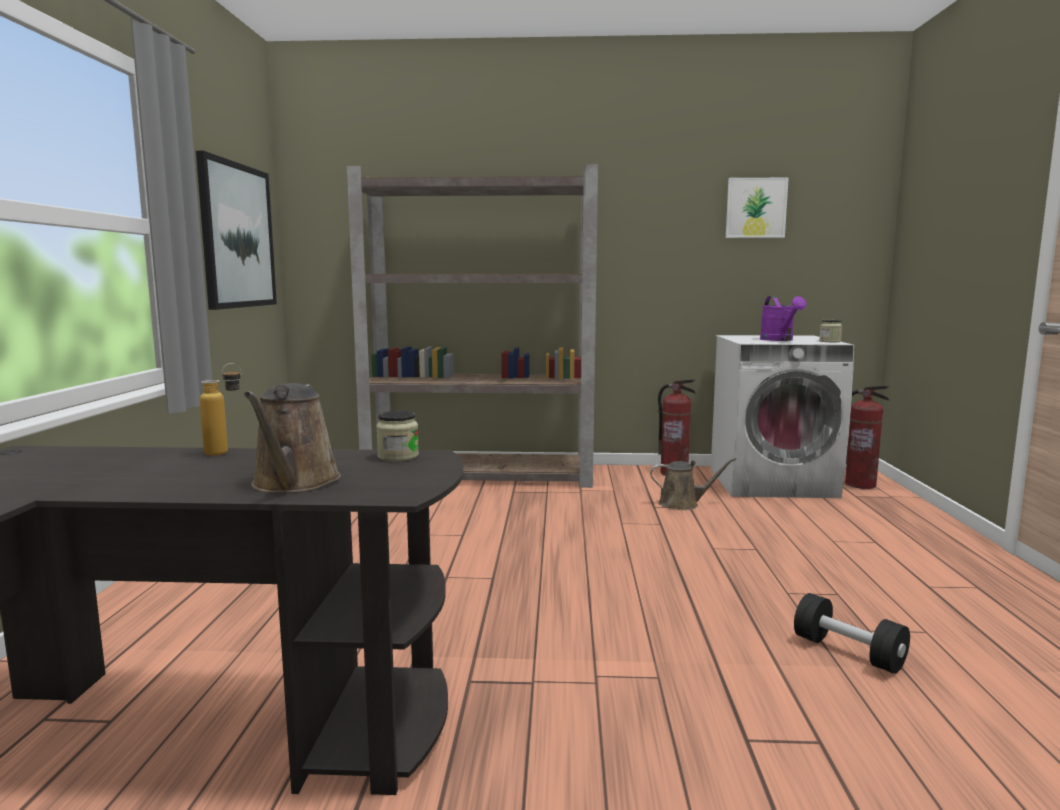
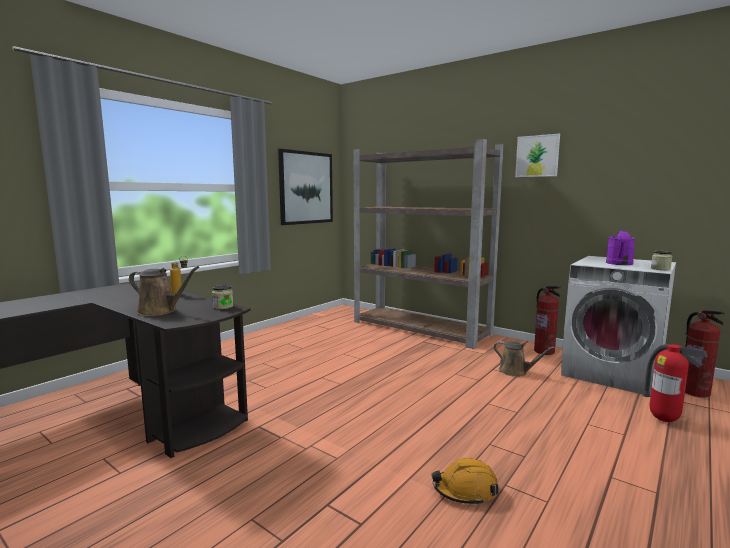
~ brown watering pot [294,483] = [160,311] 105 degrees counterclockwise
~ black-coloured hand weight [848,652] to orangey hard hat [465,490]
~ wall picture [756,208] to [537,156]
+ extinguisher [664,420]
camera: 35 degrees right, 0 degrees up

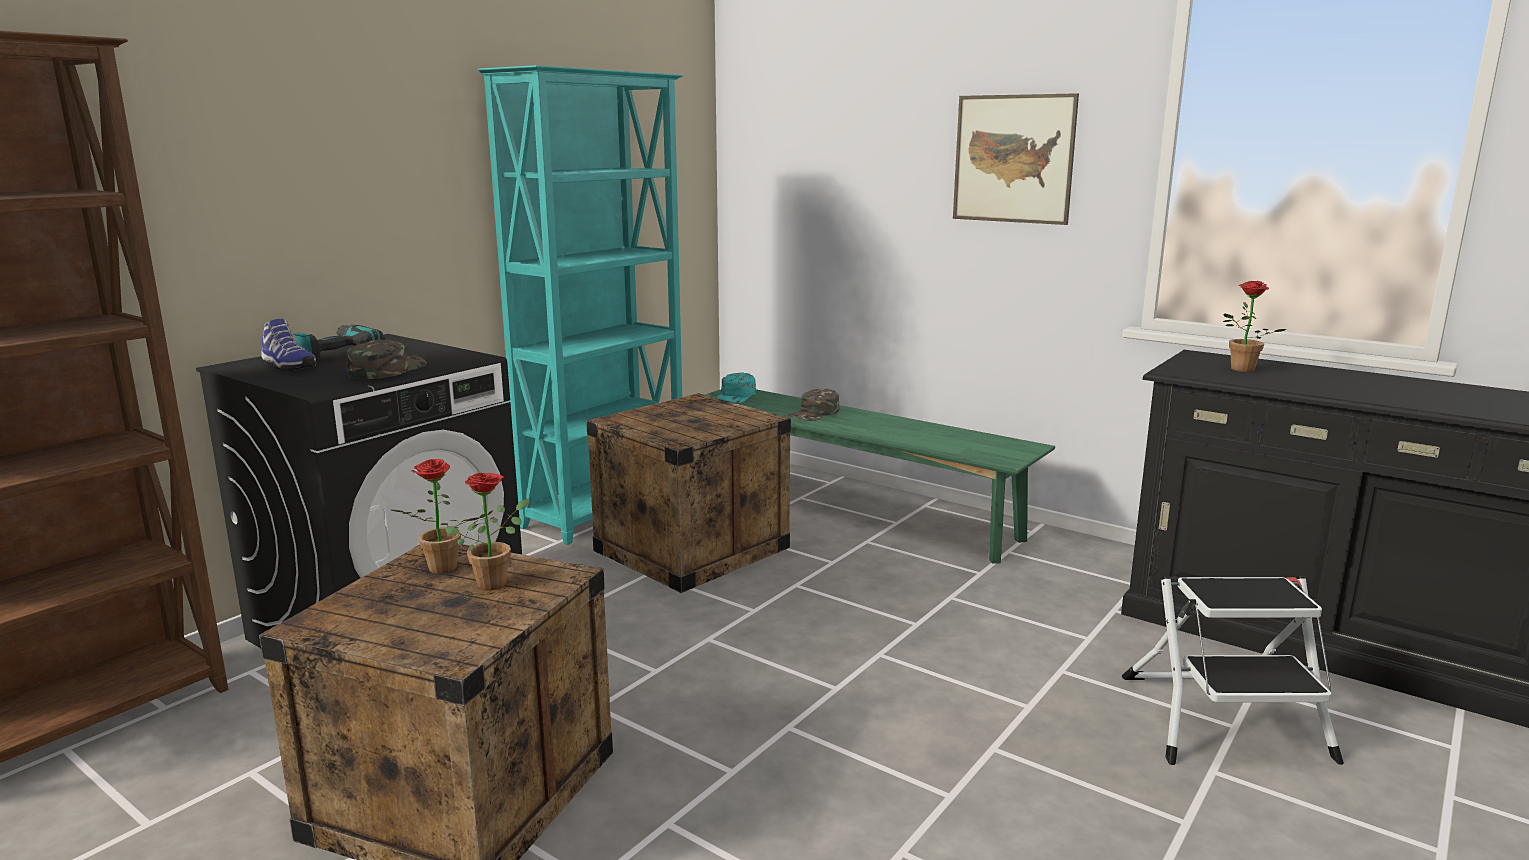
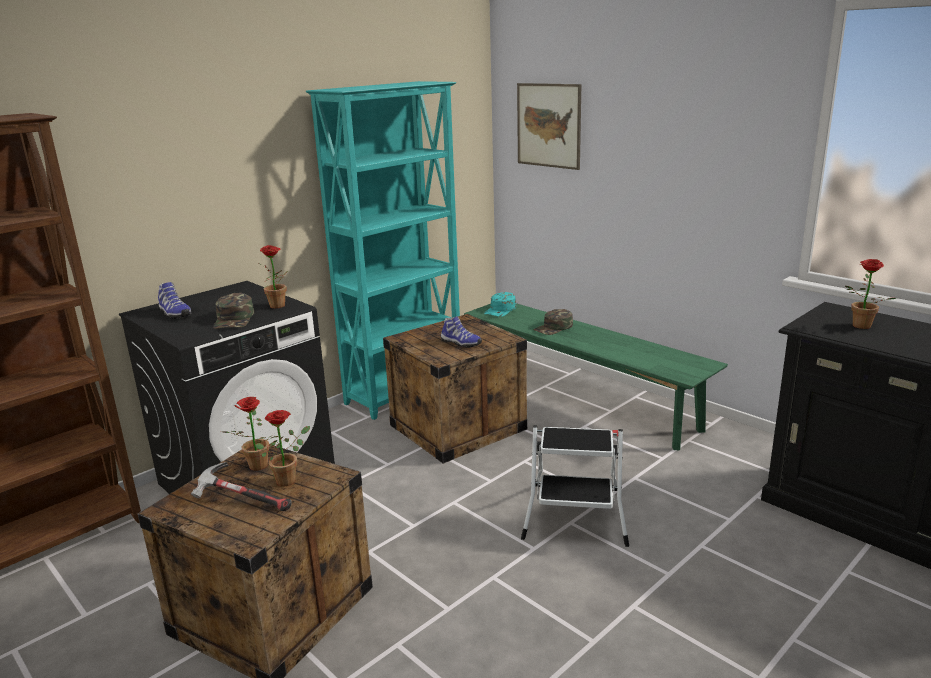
+ tool hammer [242,501]
~ green peaked cap [386,370] = [234,319] 150 degrees clockwise
+ potted plant [279,306]
+ item of footwear [460,343]
~ wall picture [1013,159] to [548,125]
~ step stool [1221,719] to [575,514]
- drill [336,353]
camera: 10 degrees right, 5 degrees up

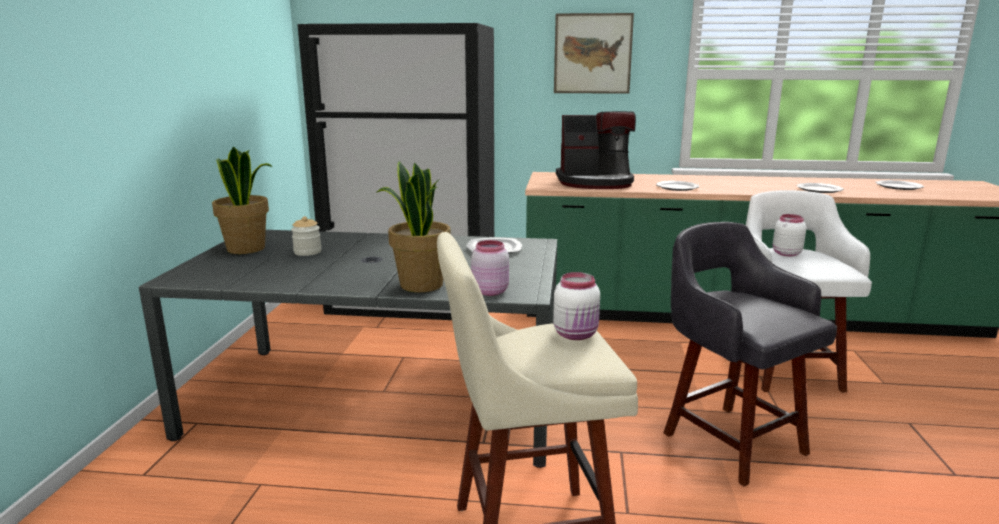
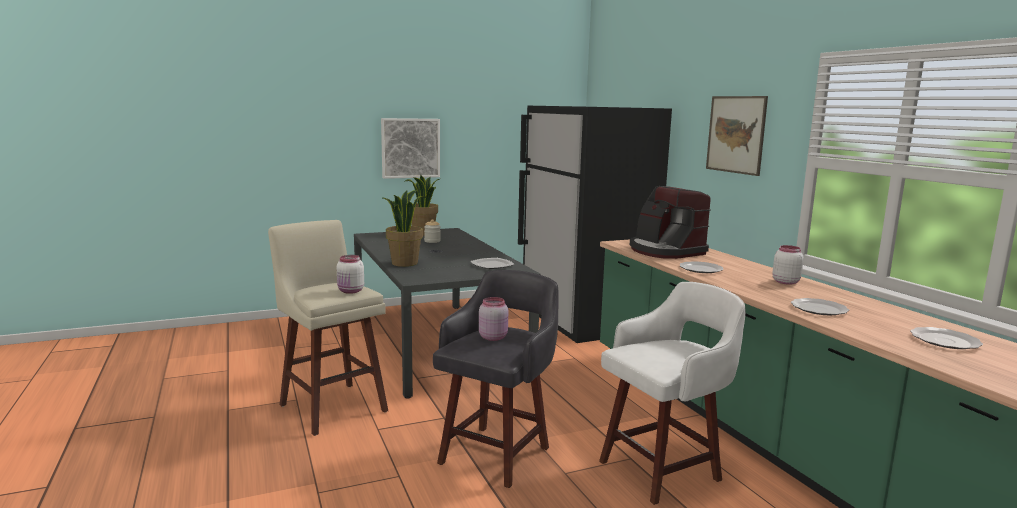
+ wall picture [410,148]
~ pinkish jar [489,291] to [493,337]
~ whitish jar [785,253] to [785,282]
camera: 60 degrees right, 5 degrees down

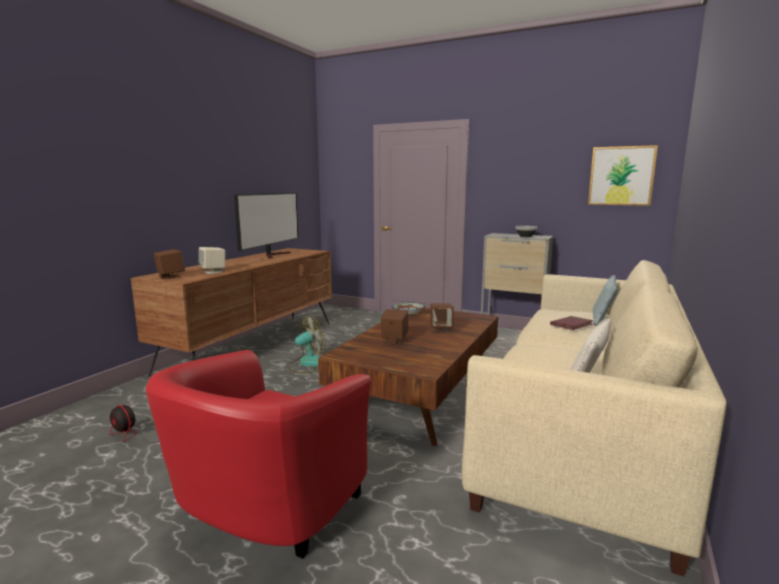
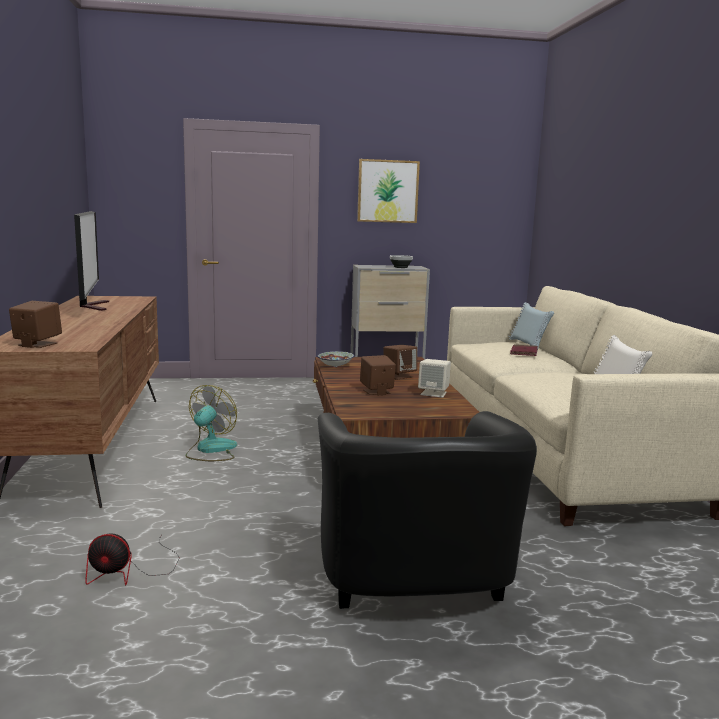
~ red-coloured lounge chair [264,512] to black-coloured lounge chair [414,585]
~ wall picture [621,176] to [387,191]
~ beige audio speaker [213,272] to [434,393]
camera: 35 degrees left, 0 degrees up

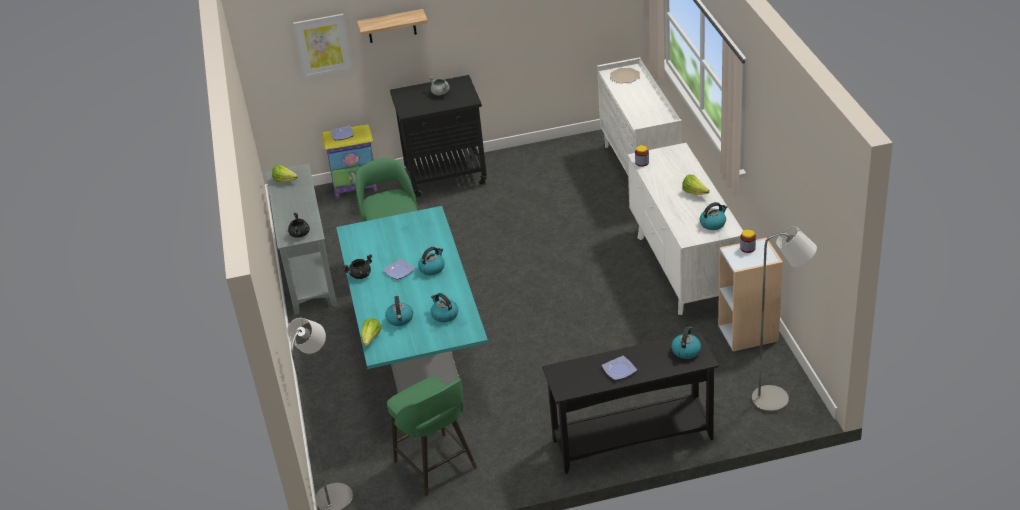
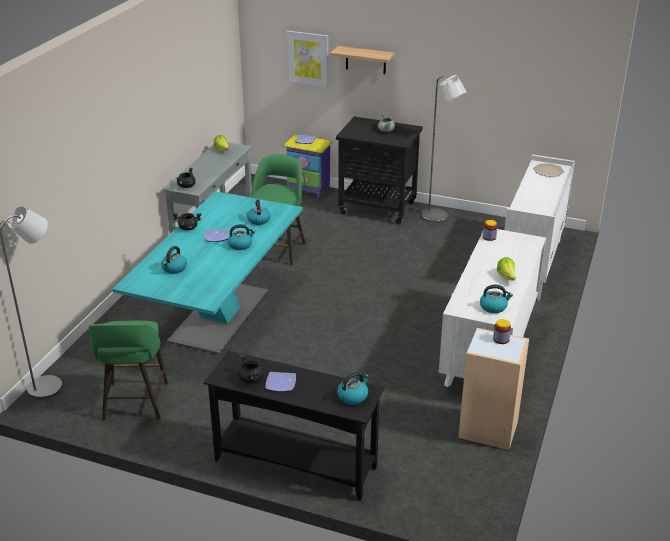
+ black-coloured stockpot [251,379]
~ water kettle [444,315] to [258,220]
~ gray standard lamp [777,400] to [438,218]
- head of lettuce [371,339]
camera: 30 degrees right, 5 degrees down

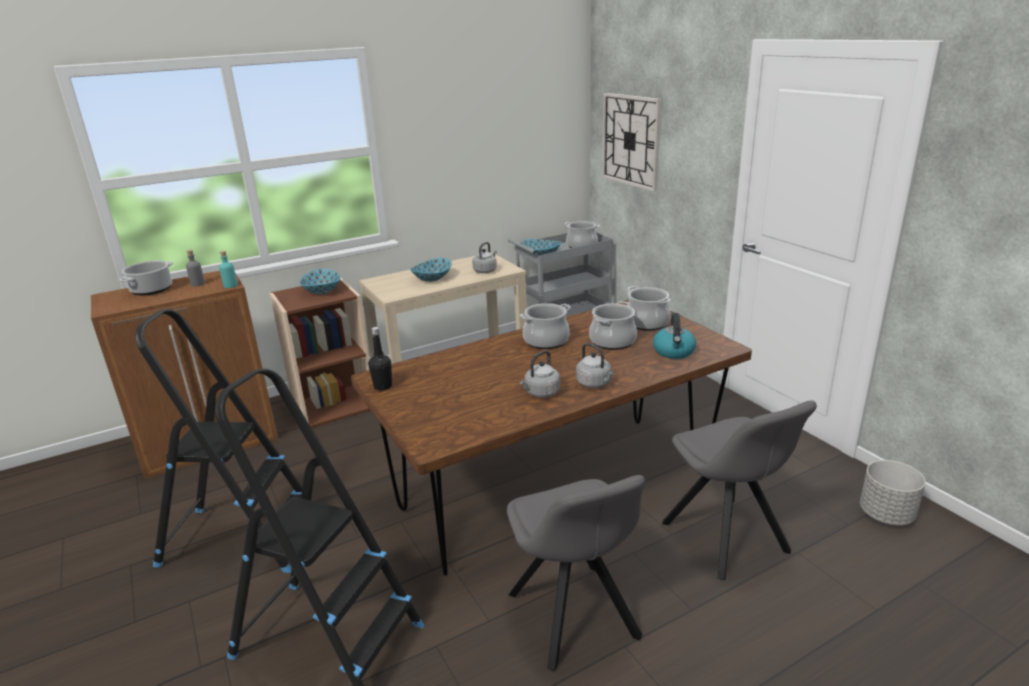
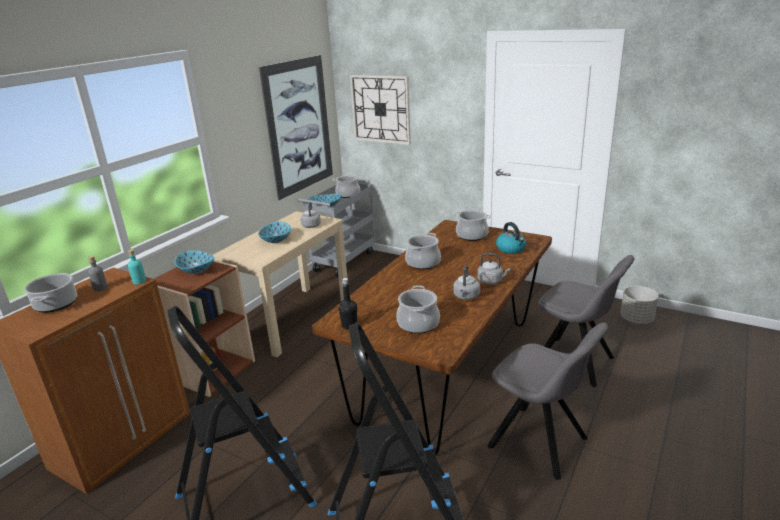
+ wall picture [299,126]
~ stockpot [612,341] to [418,324]
camera: 30 degrees left, 0 degrees up

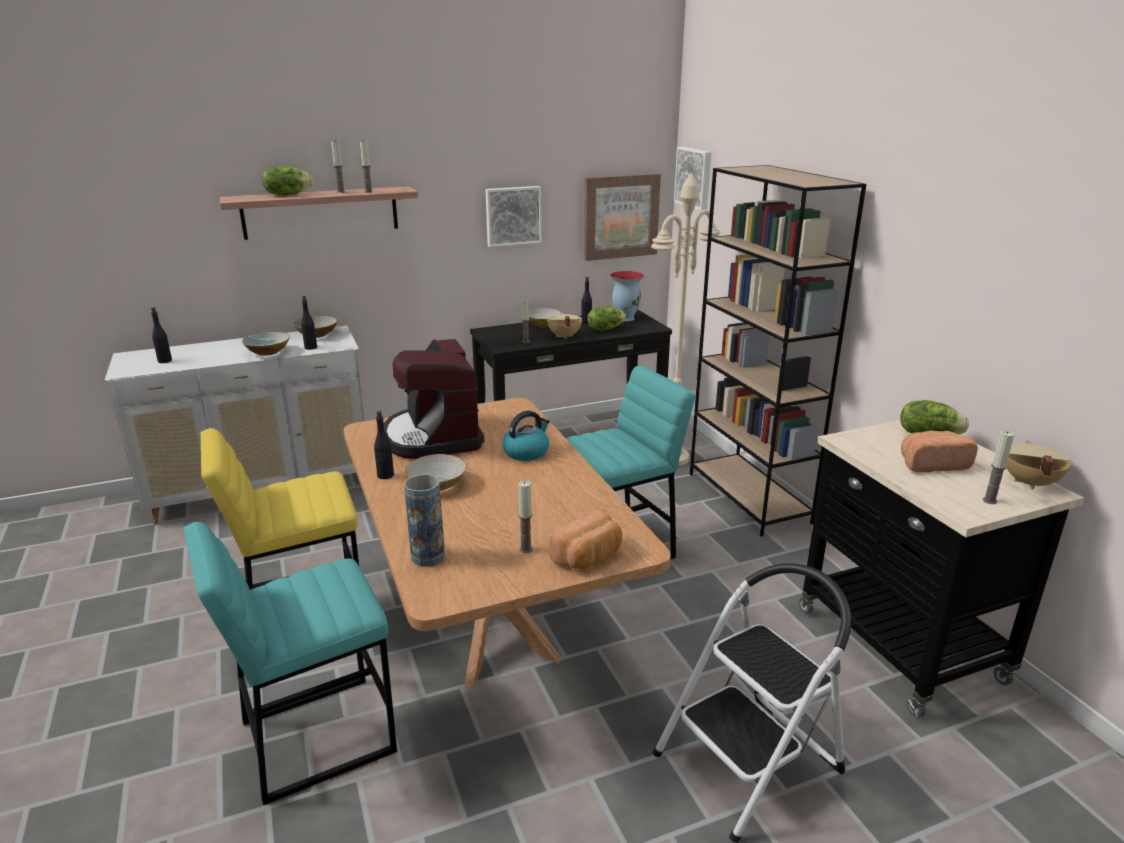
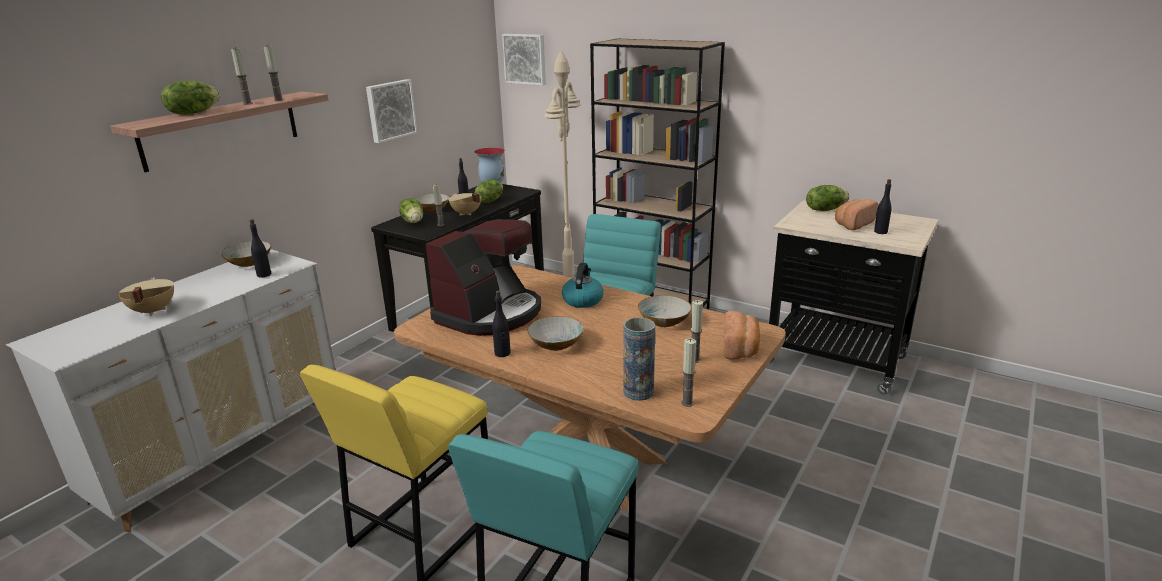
~ beige stockpot [1028,483] to [152,311]
+ head of lettuce [413,222]
~ coffee maker [433,437] = [490,314] 90 degrees counterclockwise
~ deep dish [268,352] to [663,321]
~ wax light [989,500] to [687,403]
~ black-coloured bottle [165,361] to [880,232]
- wall picture [620,216]
- step stool [753,761]
camera: 35 degrees left, 0 degrees up

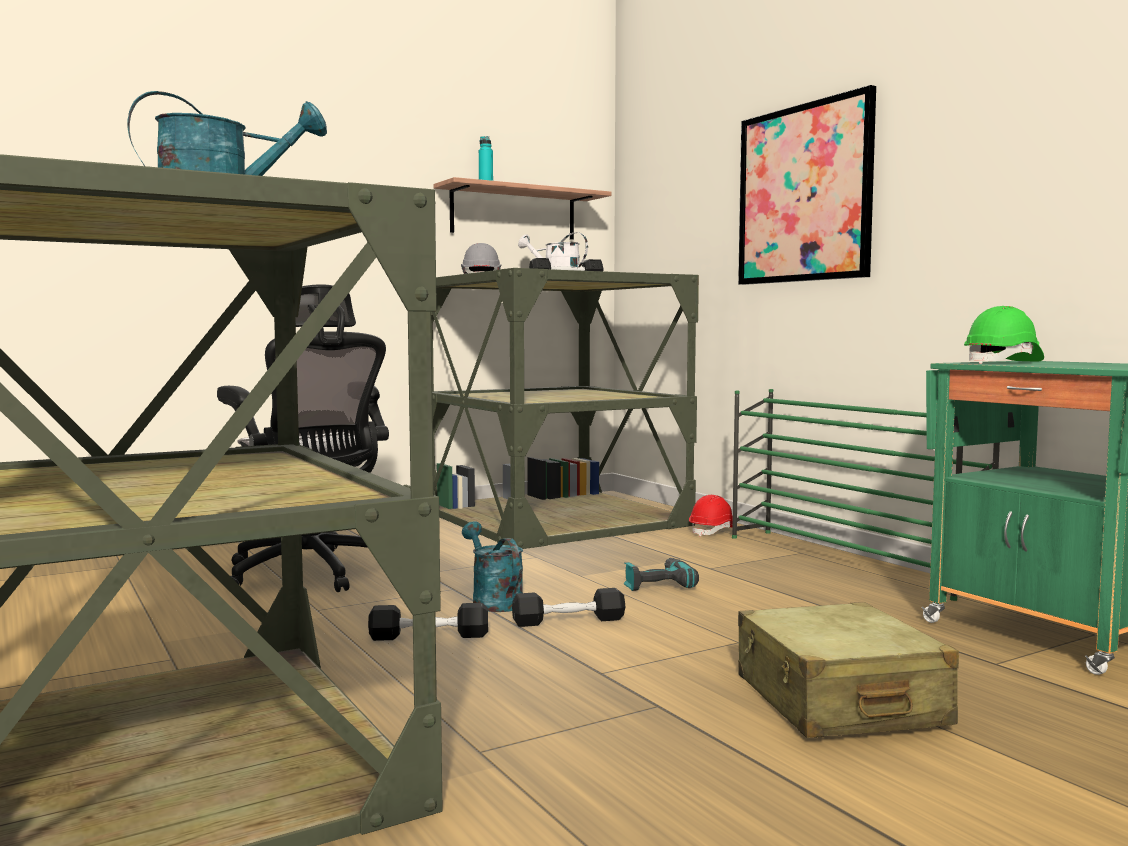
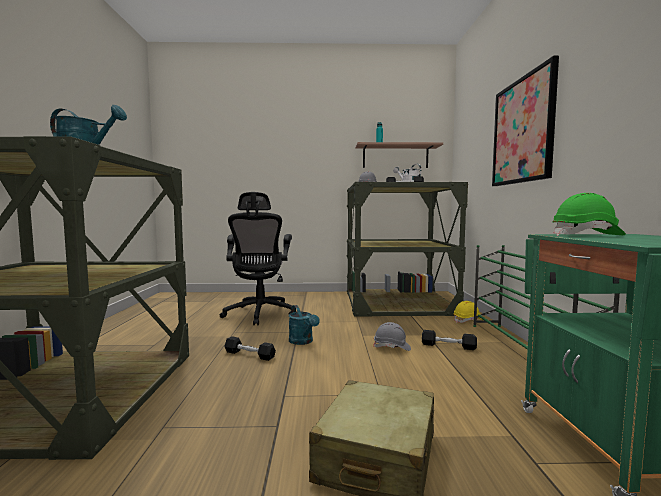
~ blue-green watering pot [493,601] = [303,342] 150 degrees clockwise
~ drill [657,584] to gray hard hat [392,347]
~ black-coloured hand weight [568,621] to [448,346]
~ red-coloured hard hat [713,531] to yellowish hard hat [468,320]
camera: 30 degrees right, 0 degrees up

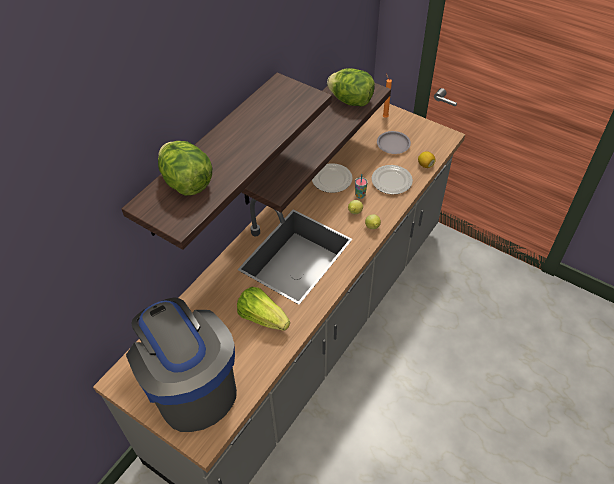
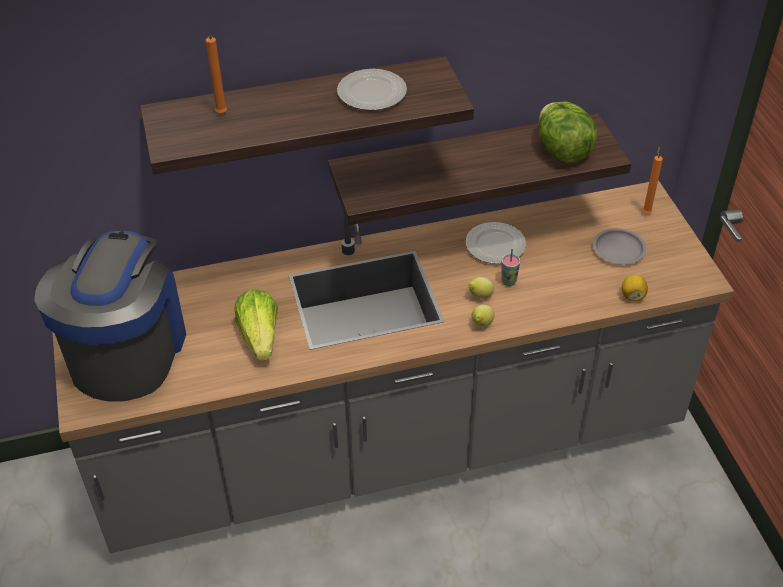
~ head of lettuce [187,183] to orangey wax light [221,114]
~ dinner plate [391,181] to [372,93]
camera: 40 degrees right, 5 degrees down

